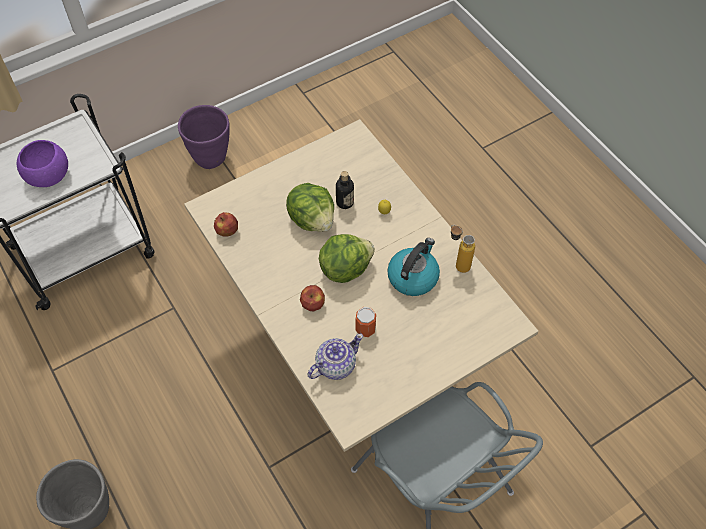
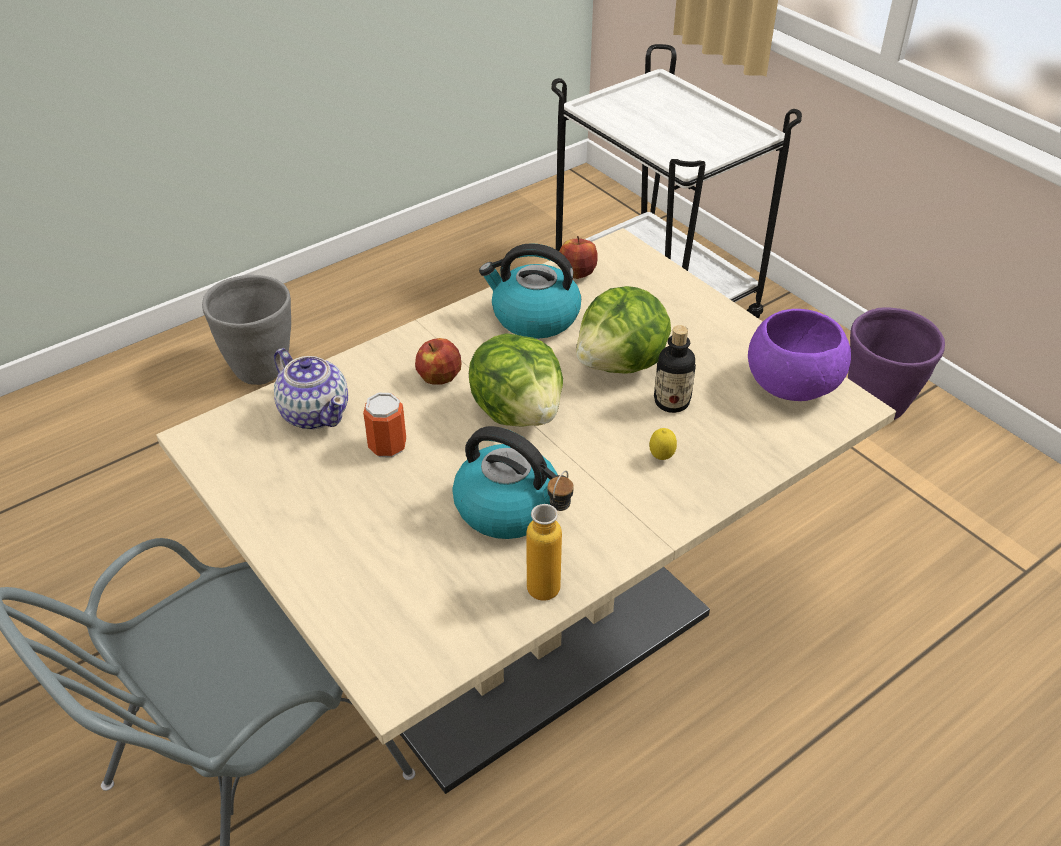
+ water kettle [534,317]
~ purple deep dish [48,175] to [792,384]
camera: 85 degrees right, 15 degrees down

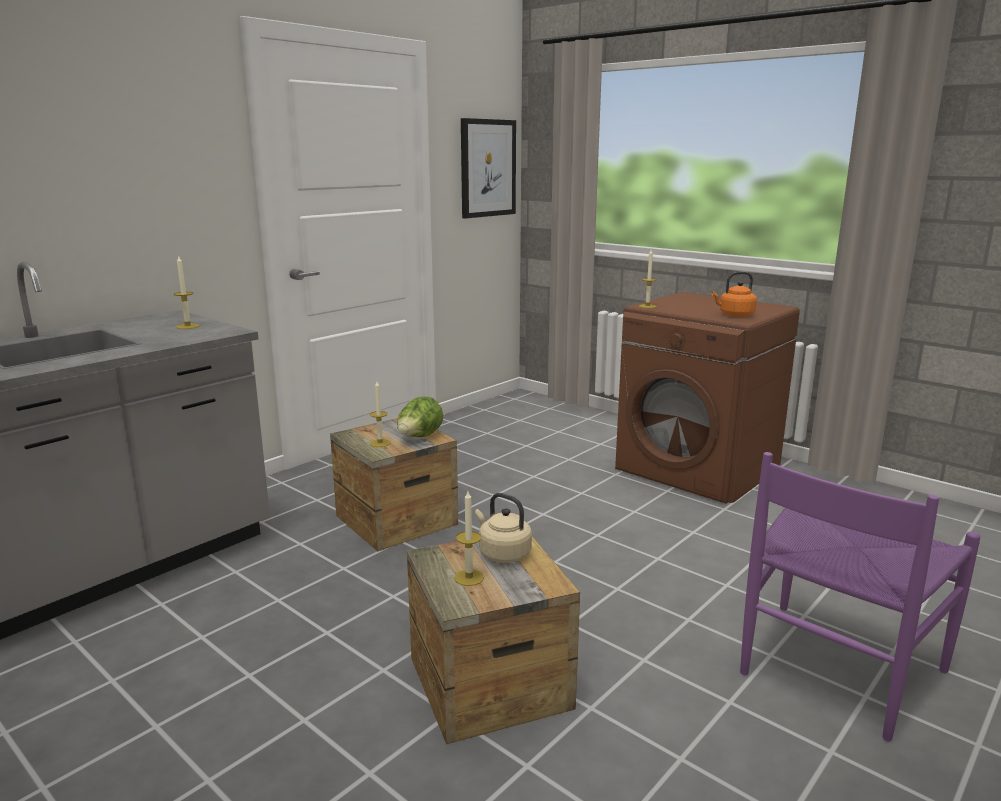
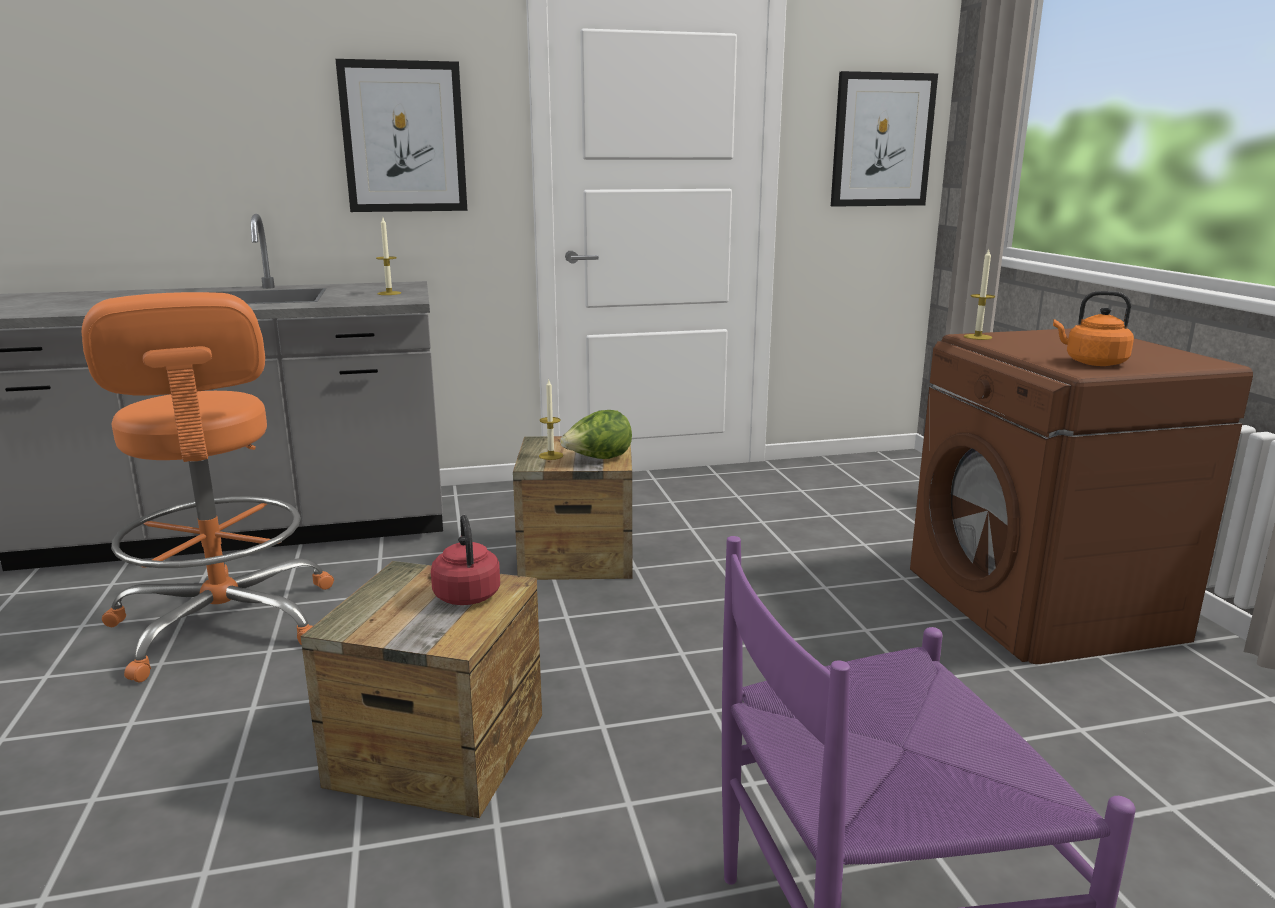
+ orangey stool [224,624]
+ wall picture [404,137]
~ beige water kettle [502,553] to red-coloured water kettle [467,594]
- wax light [469,577]
camera: 35 degrees right, 0 degrees up

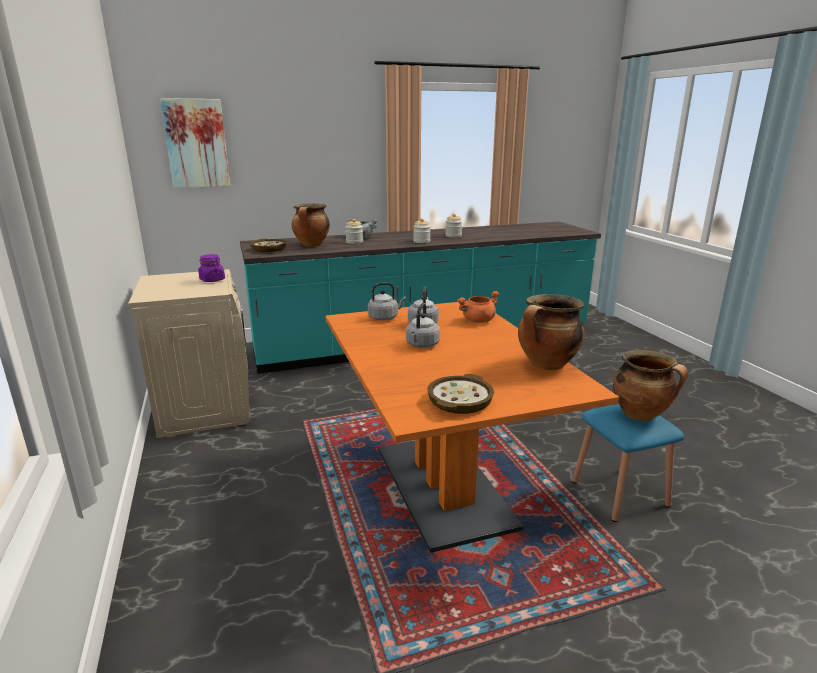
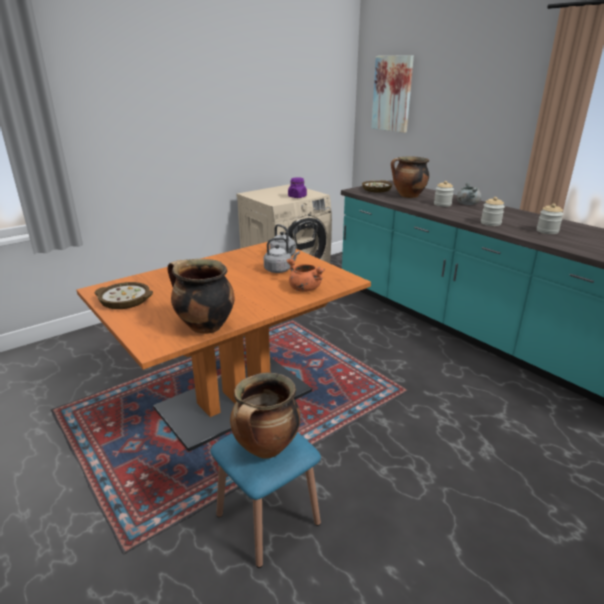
- gray water kettle [422,345]
camera: 70 degrees right, 5 degrees up

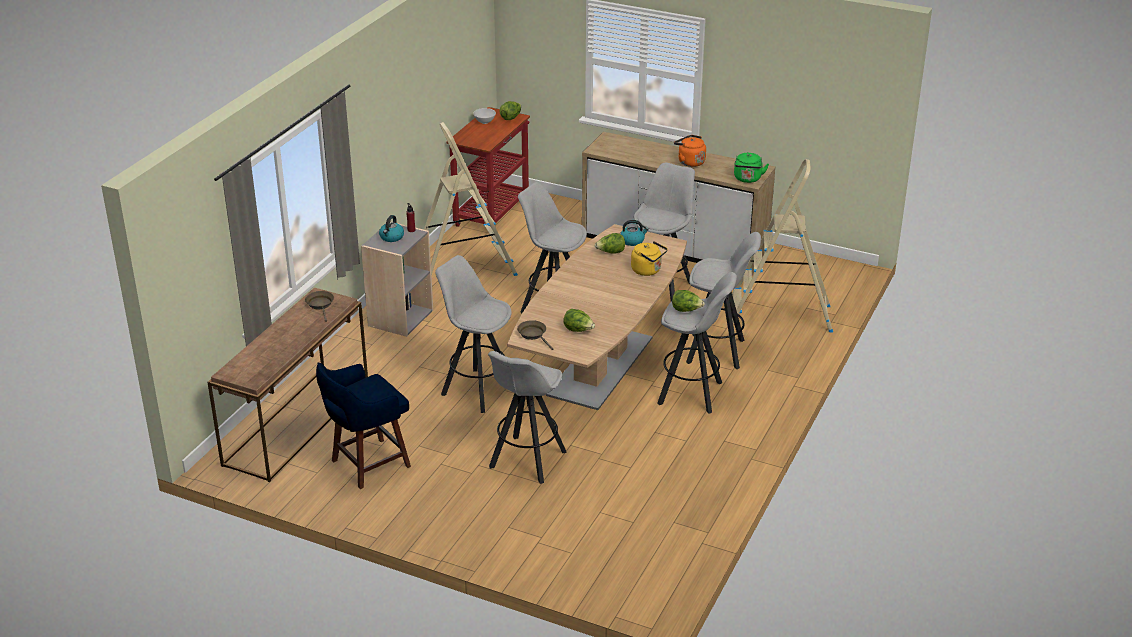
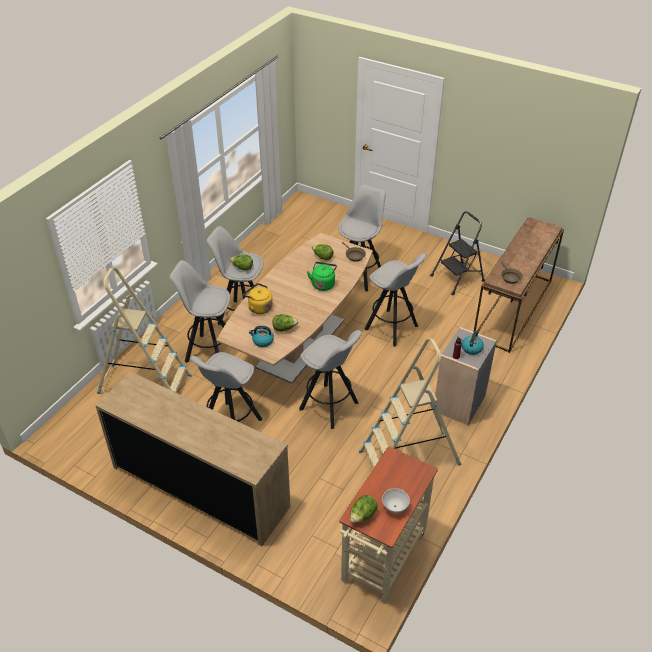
~ green water kettle [747,179] to [323,284]
~ red-coloured cart [492,214] to beige cart [383,558]
~ bluish stool [367,465] to black-coloured step stool [458,277]
- orangey water kettle [689,162]
camera: 175 degrees left, 10 degrees up

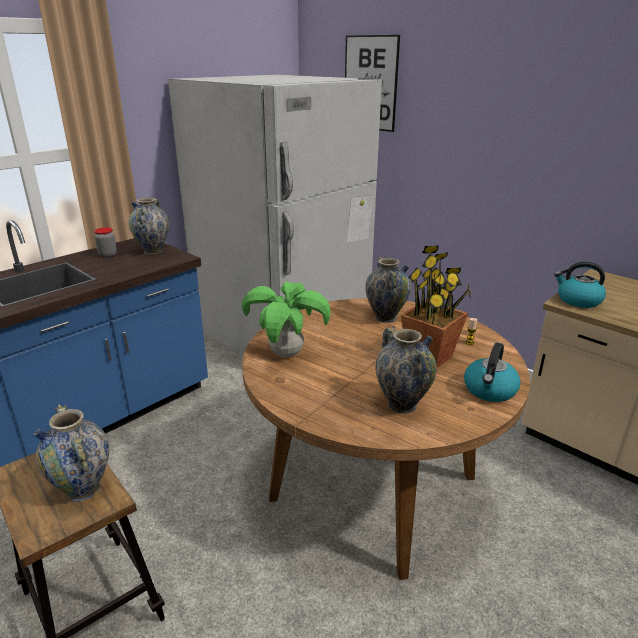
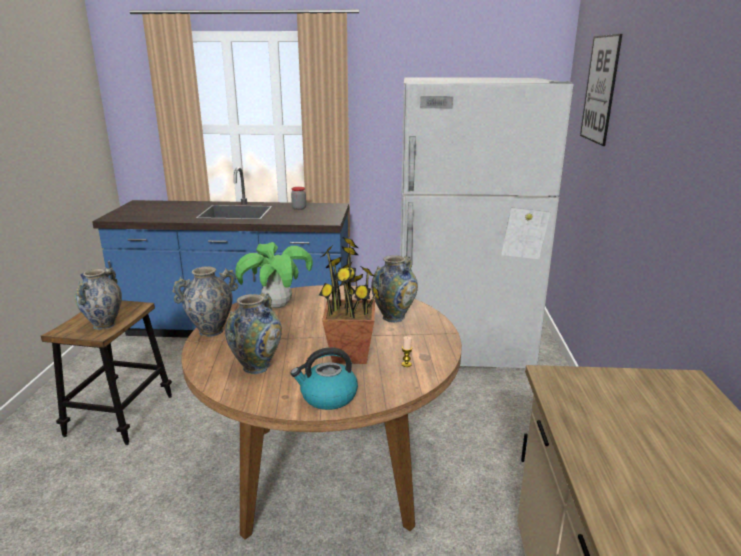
~ flower vase [153,251] to [211,331]
- water kettle [578,300]
camera: 50 degrees right, 5 degrees down

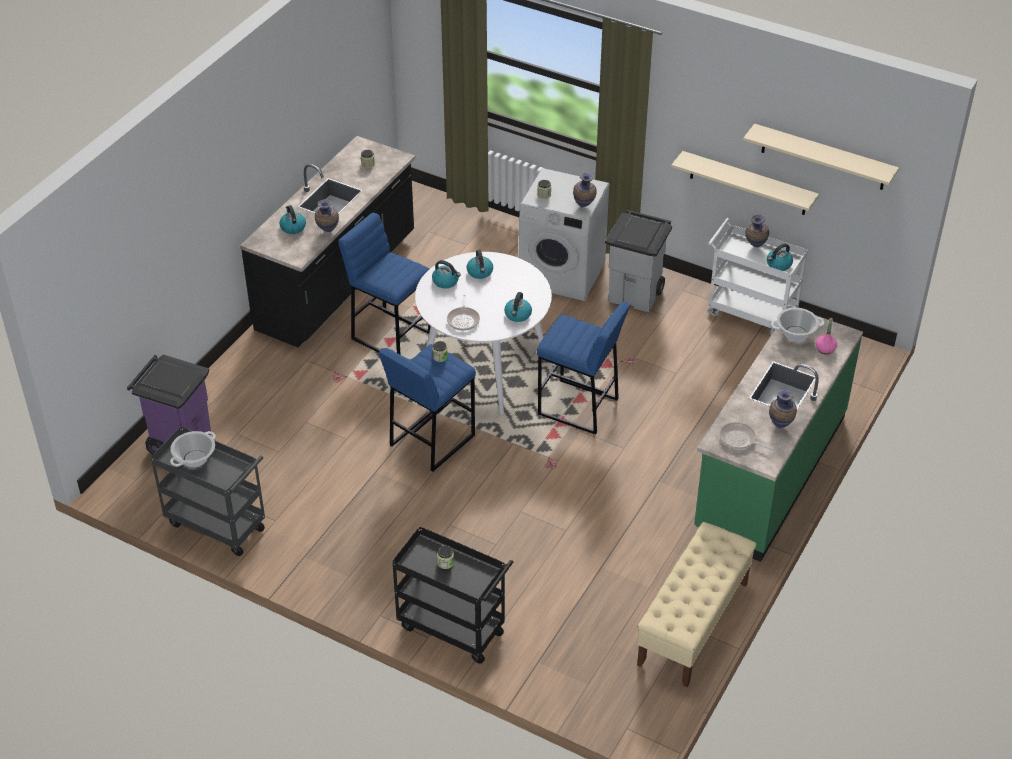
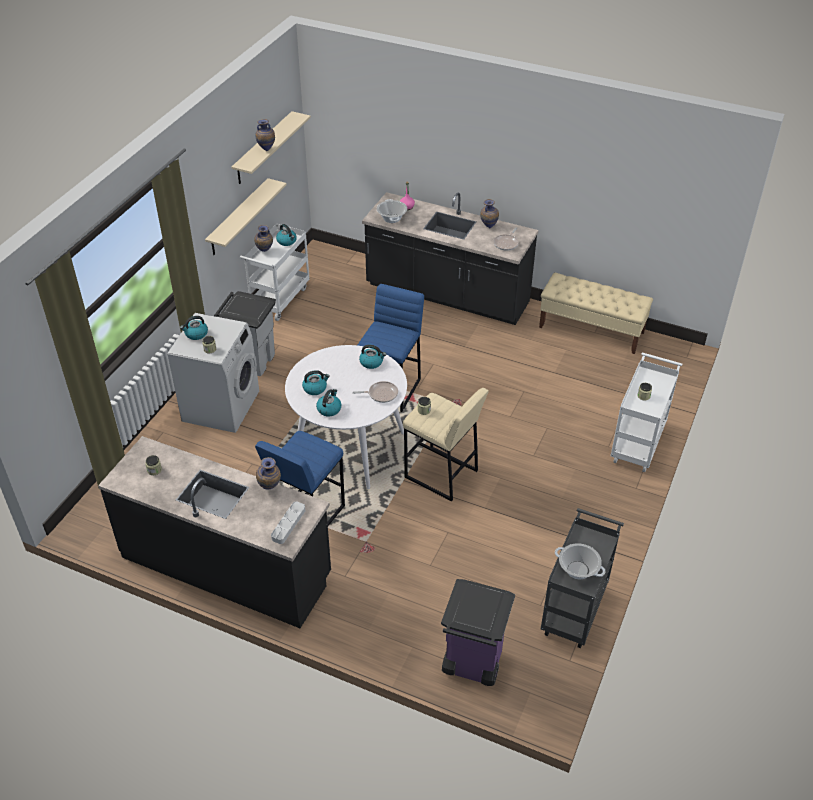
~ water kettle [292,227] to [196,334]
~ flower vase [584,206] to [266,149]
+ gray serving tray [288,524]
~ green kitchen base unit [769,473] to black-coloured kitchen base unit [447,295]
~ bluish stool [431,441] to beige stool [442,474]
~ black-coloured cart [454,632] to whitish cart [638,444]
camera: 95 degrees left, 0 degrees up

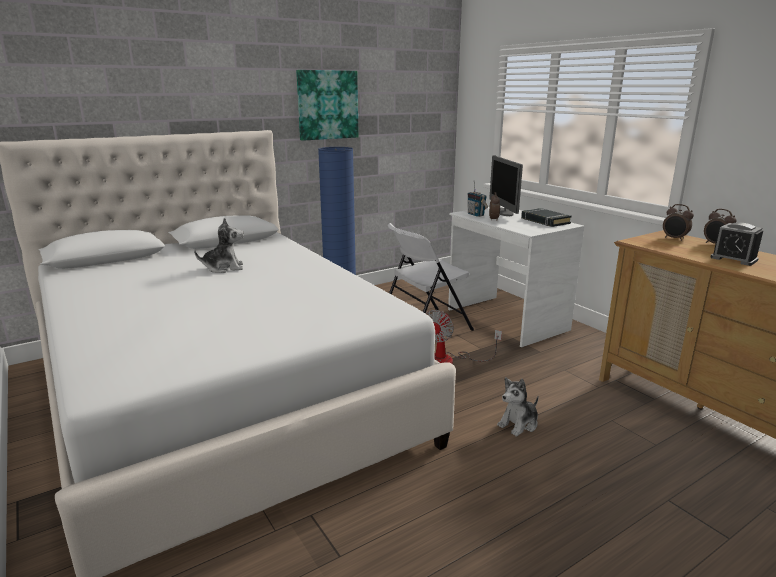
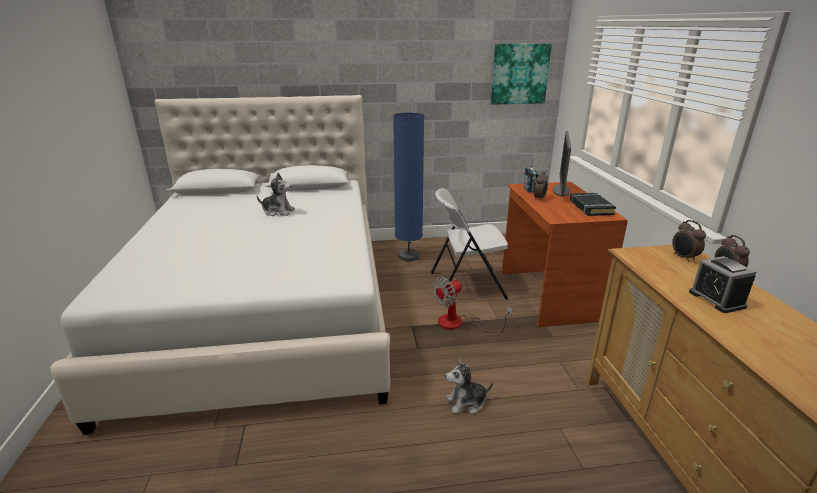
~ wall picture [327,105] to [519,74]
~ whitish desk [505,320] to brown desk [548,295]
camera: 25 degrees right, 5 degrees up

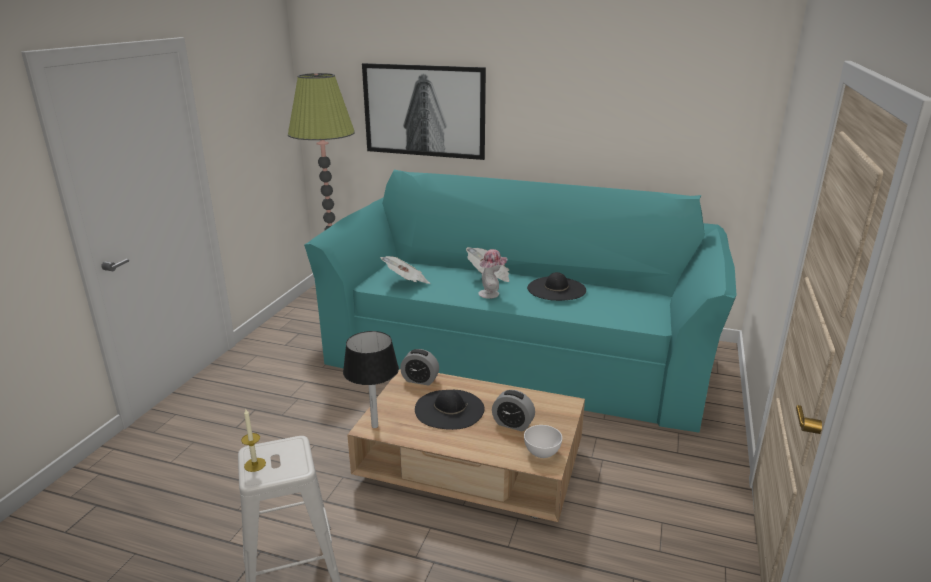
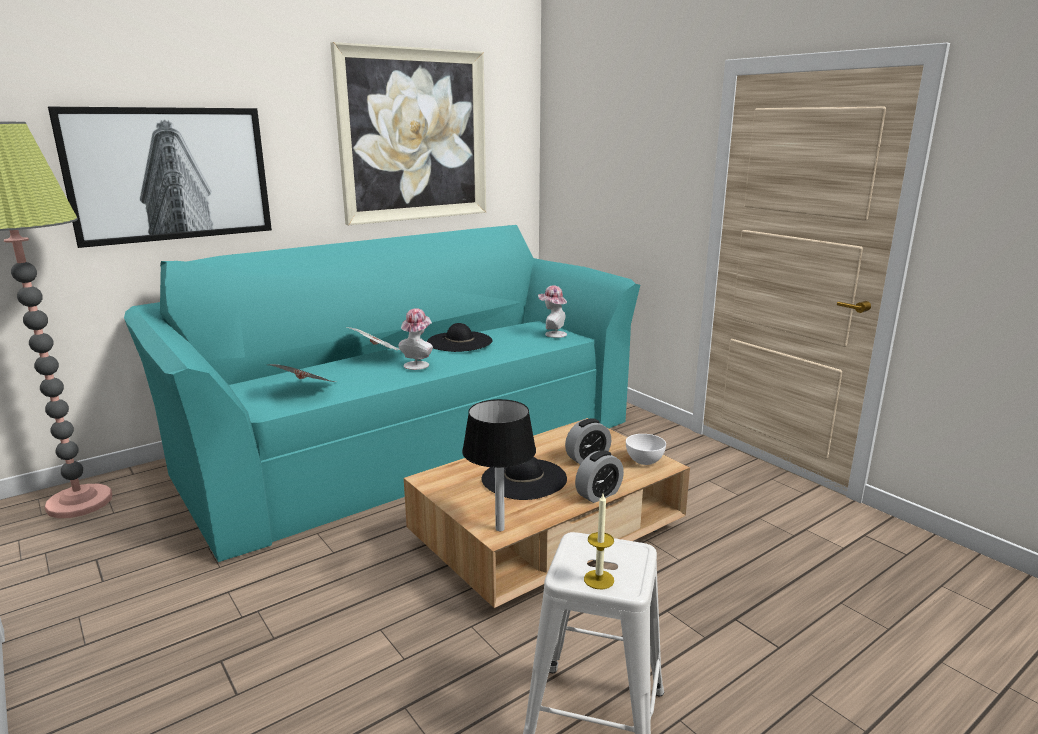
+ wall picture [414,136]
+ clothing hat [552,334]
~ alarm clock [420,380] to [598,494]
camera: 55 degrees left, 5 degrees down

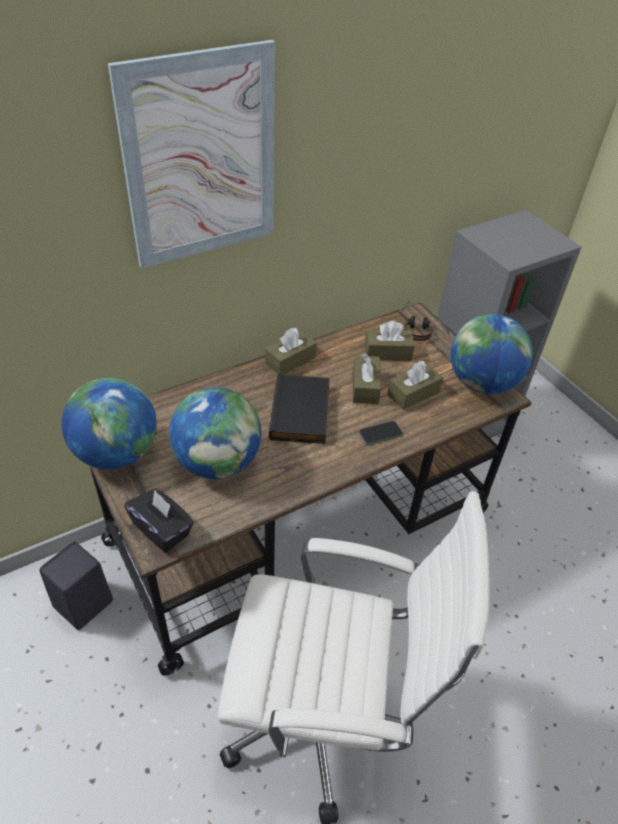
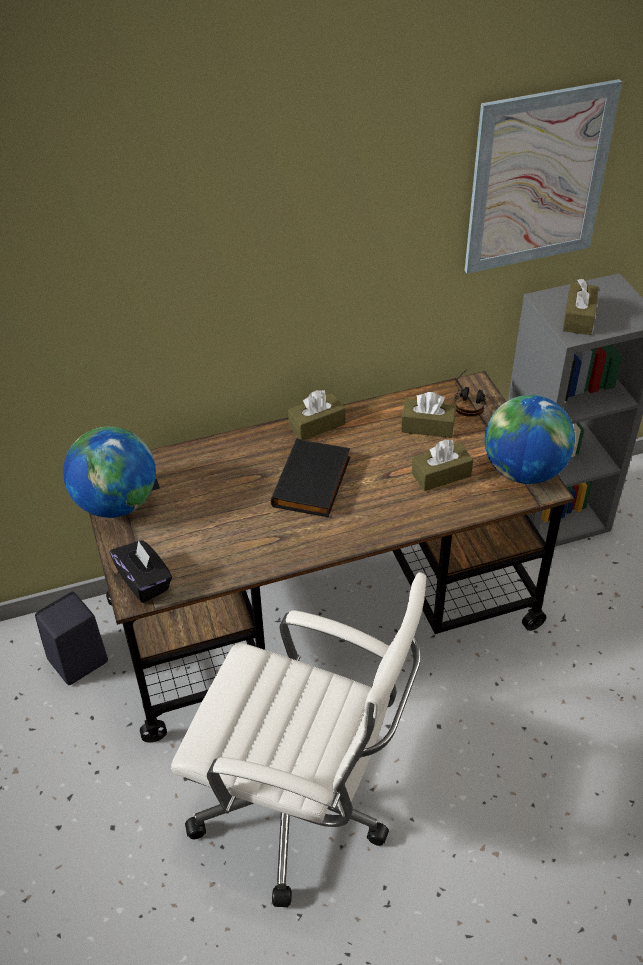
~ wall picture [201,159] to [538,179]
~ brown tissue holder [365,387] to [578,317]
- desk globe [218,462]
- handset [380,434]
camera: 15 degrees right, 0 degrees up

